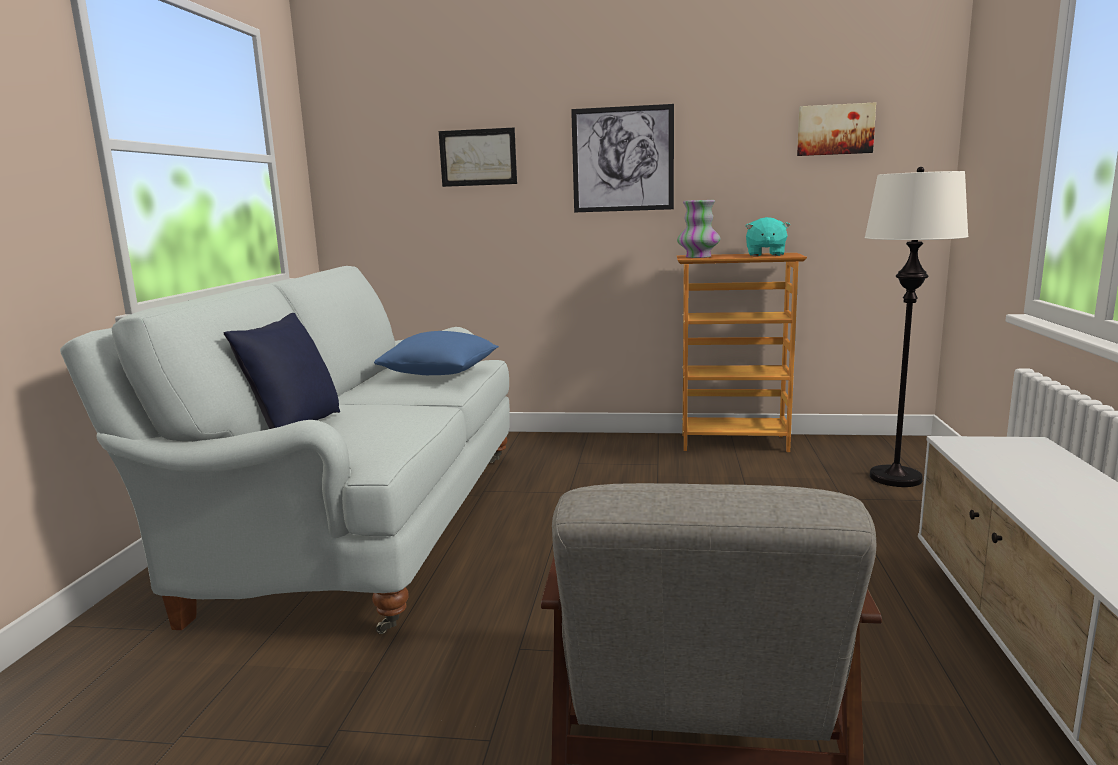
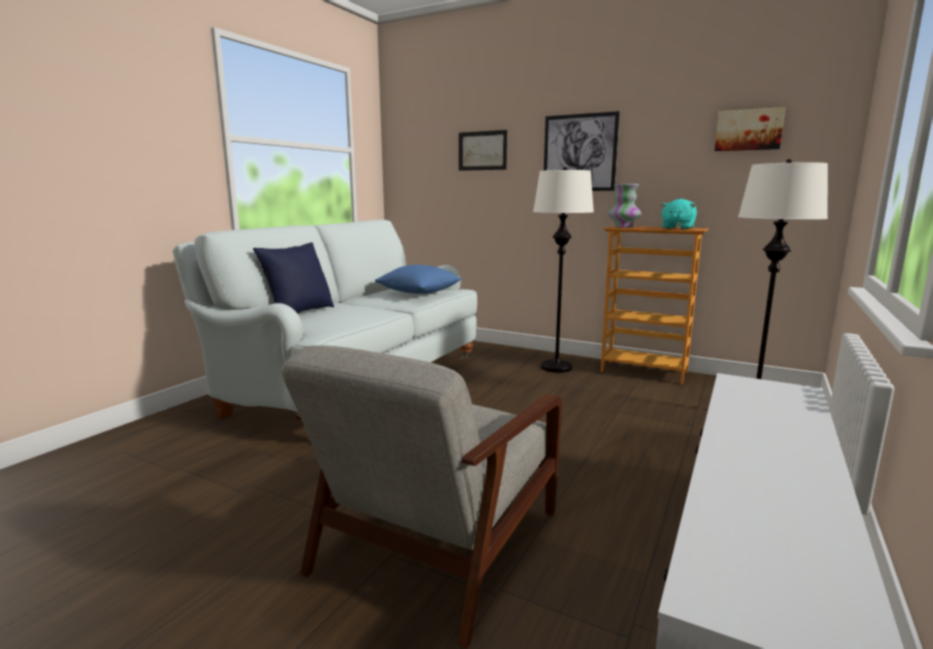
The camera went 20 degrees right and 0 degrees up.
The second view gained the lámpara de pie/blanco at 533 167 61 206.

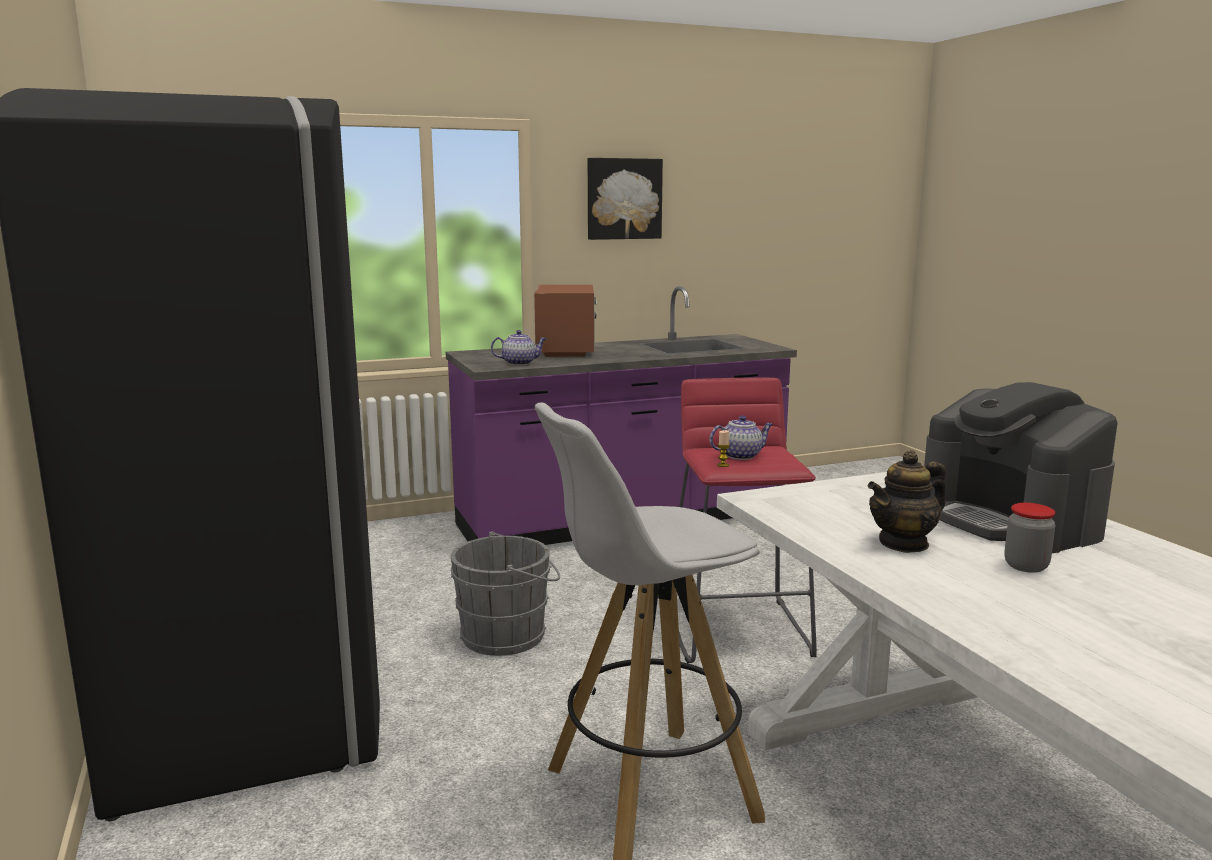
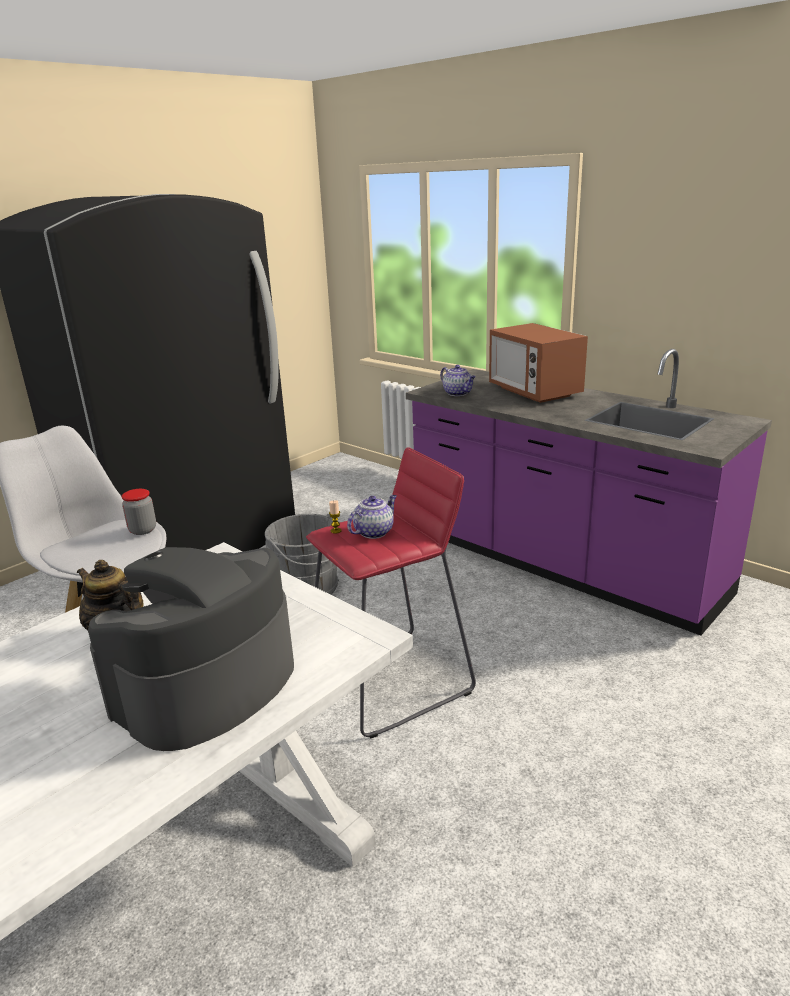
The camera went 65 degrees right and 10 degrees up.
The second view lost the cuadro at 588 158 75 82.
The microondas at 534 285 63 72 ended up facing another way, 90 degrees clockwise from before.
The tetera at 709 415 64 45 ended up facing another way, 90 degrees counterclockwise from before.
The tarro ended up elsewhere, having gone from 1004 503 52 70 to 121 489 35 46.

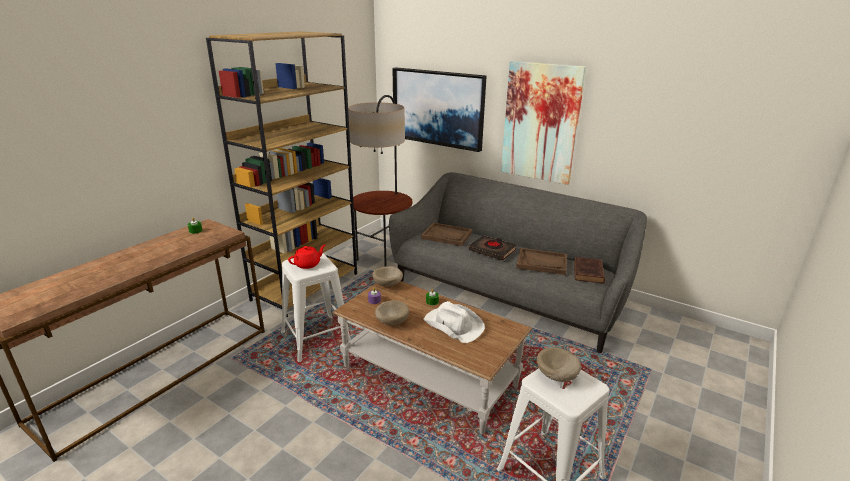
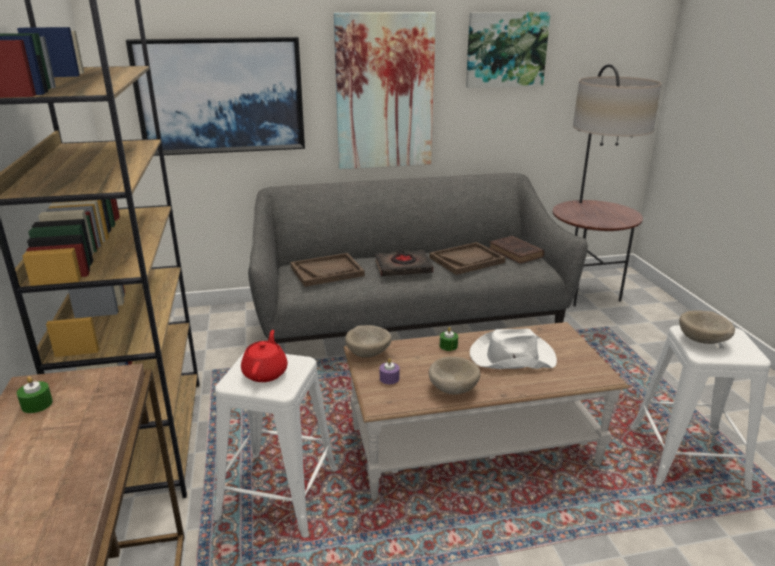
The camera went 45 degrees left and 0 degrees up.
The lámpara de pie ended up elsewhere, having gone from 348 95 65 172 to 553 64 109 242.
The second view gained the cuadro at 466 12 85 76.

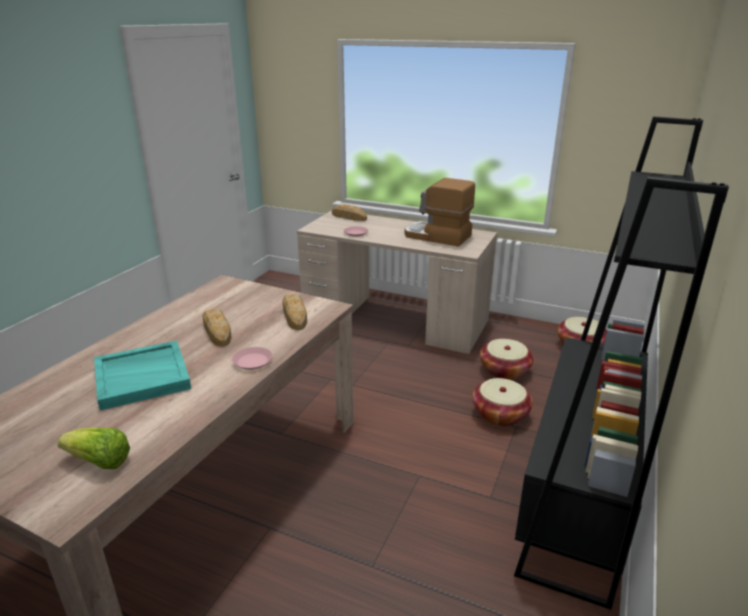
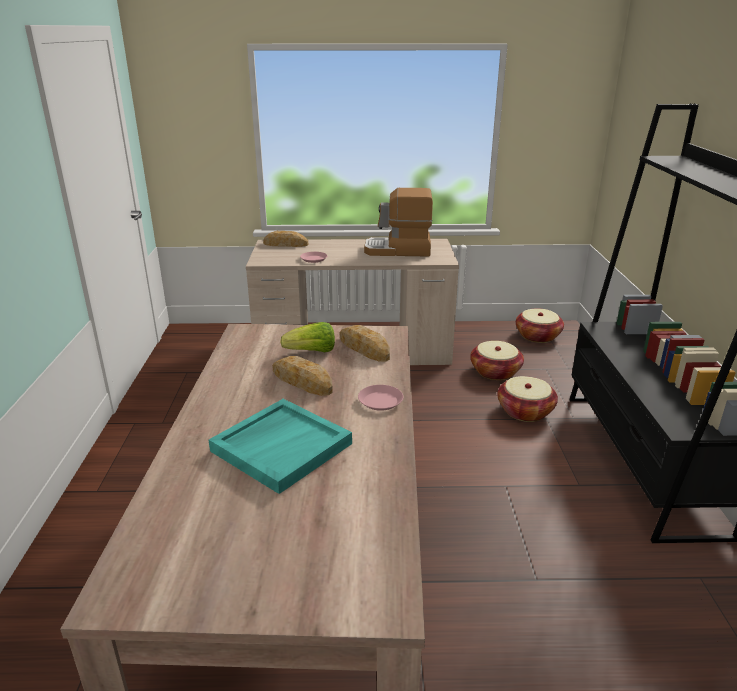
The camera went 25 degrees left and 0 degrees up.
The lechuga ended up elsewhere, having gone from 57 428 73 41 to 280 322 55 30.

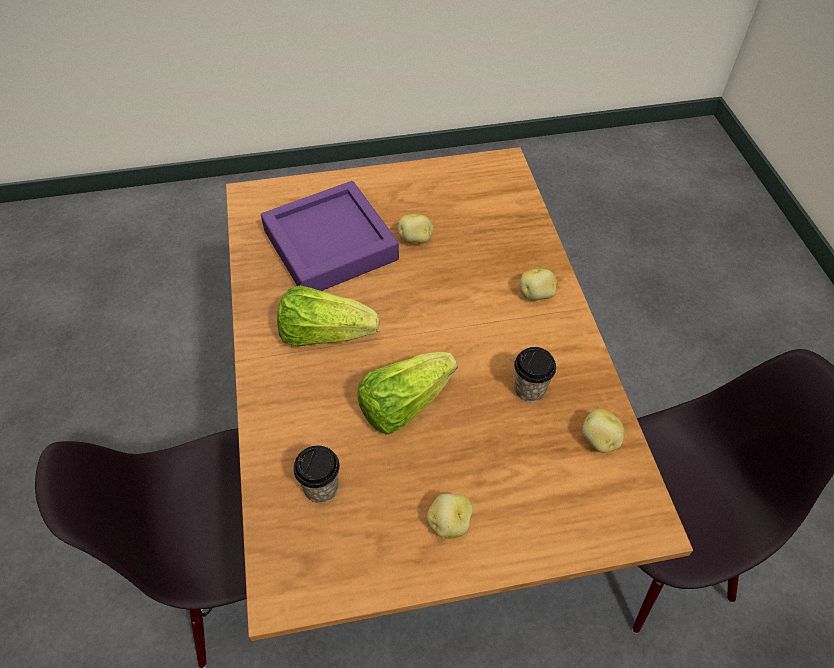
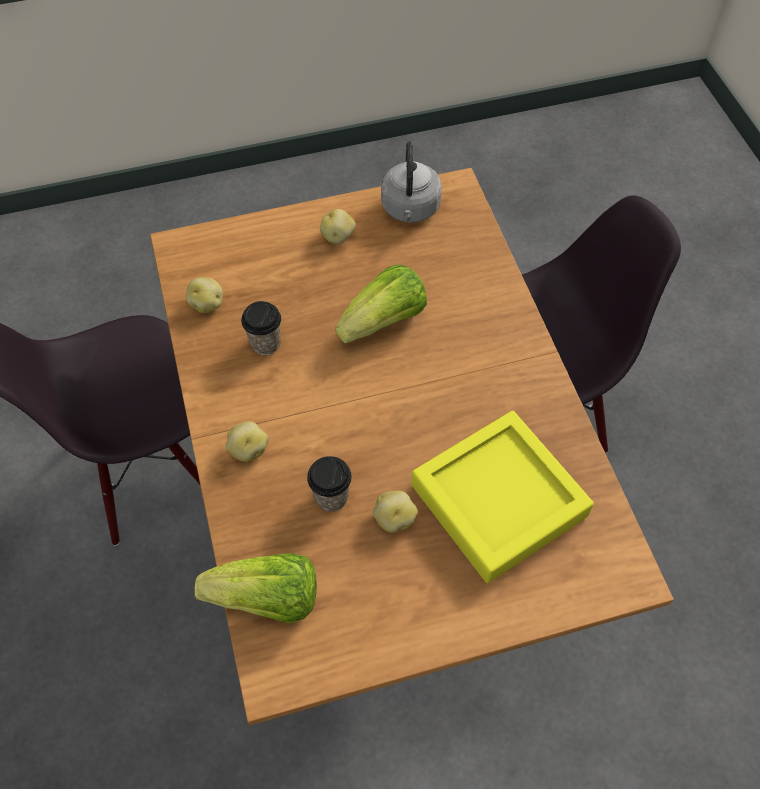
The camera went 175 degrees right and 5 degrees up.
What was the bandeja/morado at 261 181 138 110 turned into the bandeja/amarillo at 411 411 183 172.
The lechuga ended up elsewhere, having gone from 277 285 103 61 to 195 553 121 70.
The taza ended up elsewhere, having gone from 293 446 47 57 to 307 456 45 56.
The second view gained the hervidor/gris at 381 141 61 82.

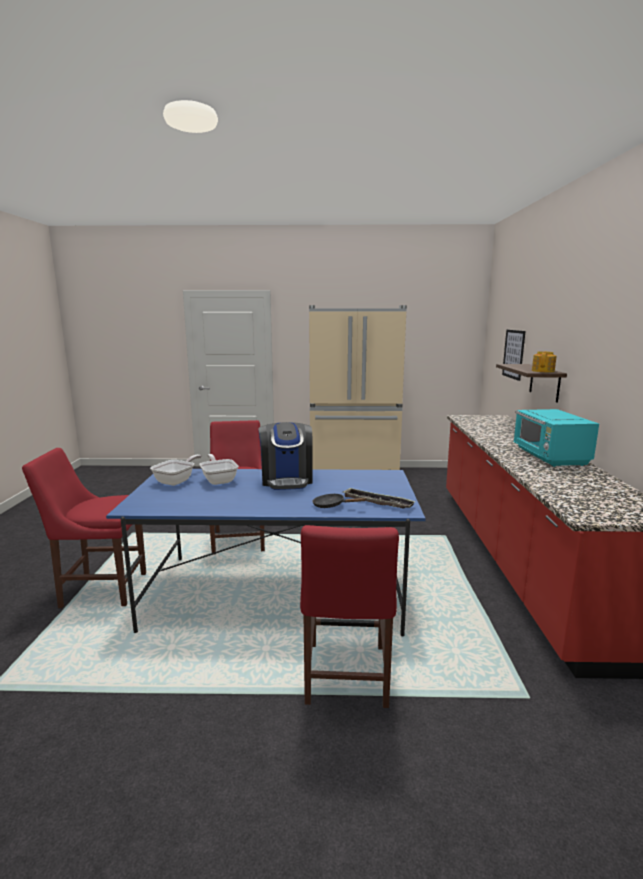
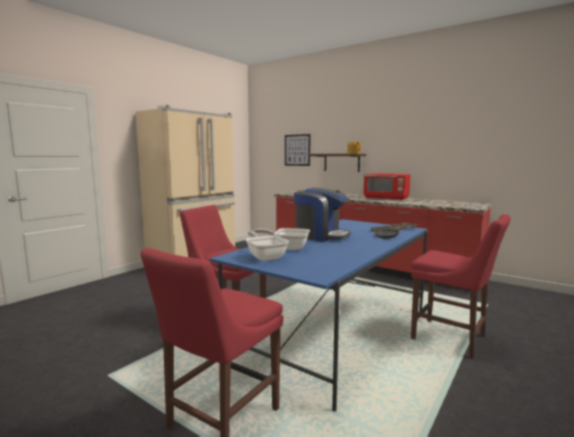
The camera went 55 degrees left and 5 degrees down.
What was the microondas/turquesa at 513 409 86 58 turned into the microondas/rojo at 364 173 47 27.

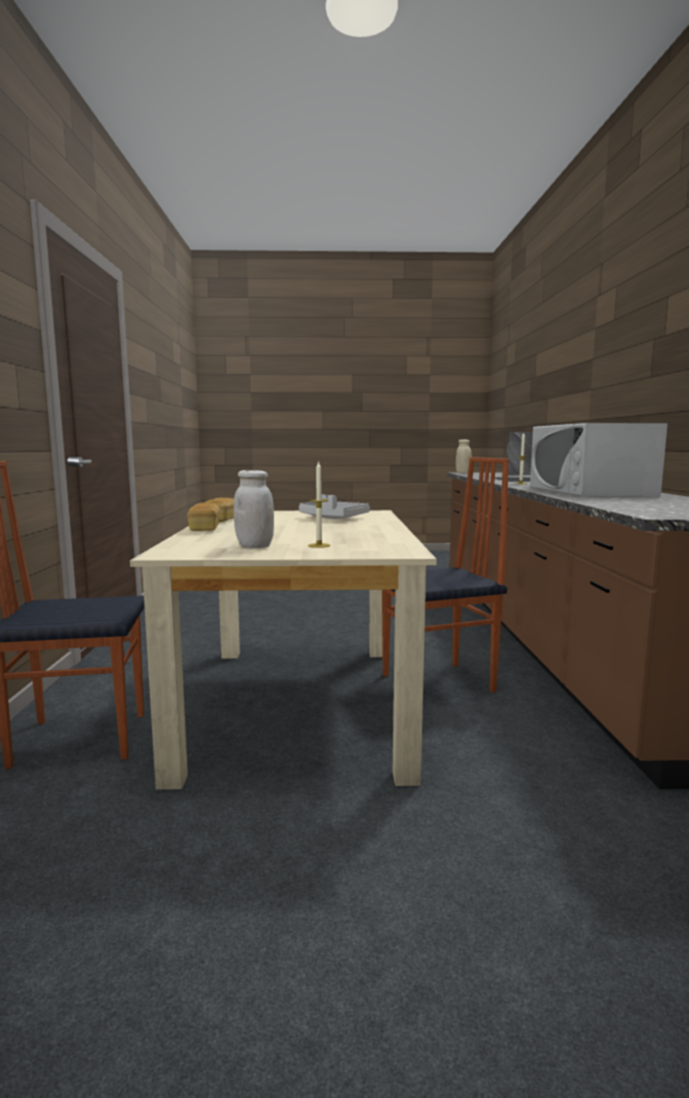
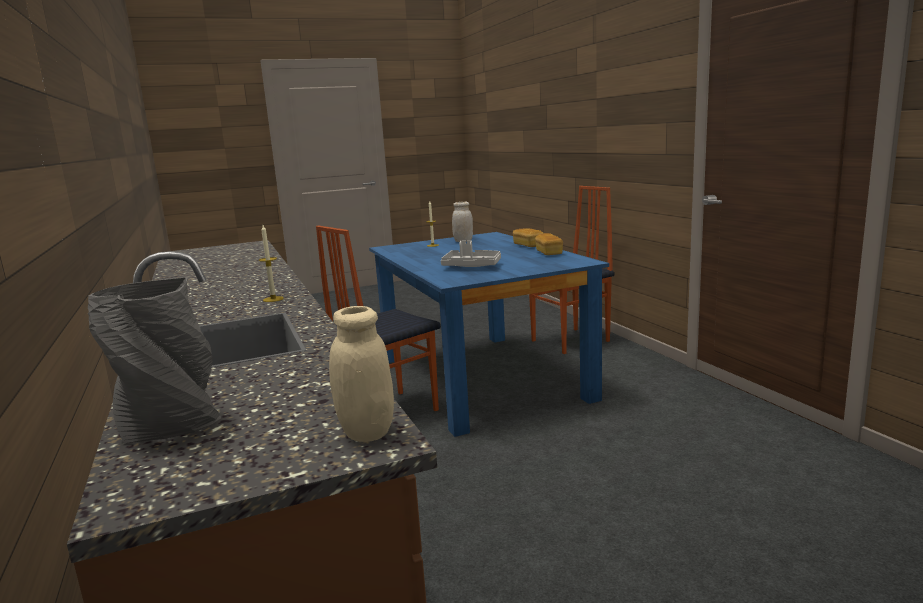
The camera went 160 degrees right and 5 degrees up.
The second view lost the microondas/blanco at 530 423 138 73.
What was the mesa de comedor/beis at 130 510 307 280 turned into the mesa de comedor/azul at 369 232 240 205.

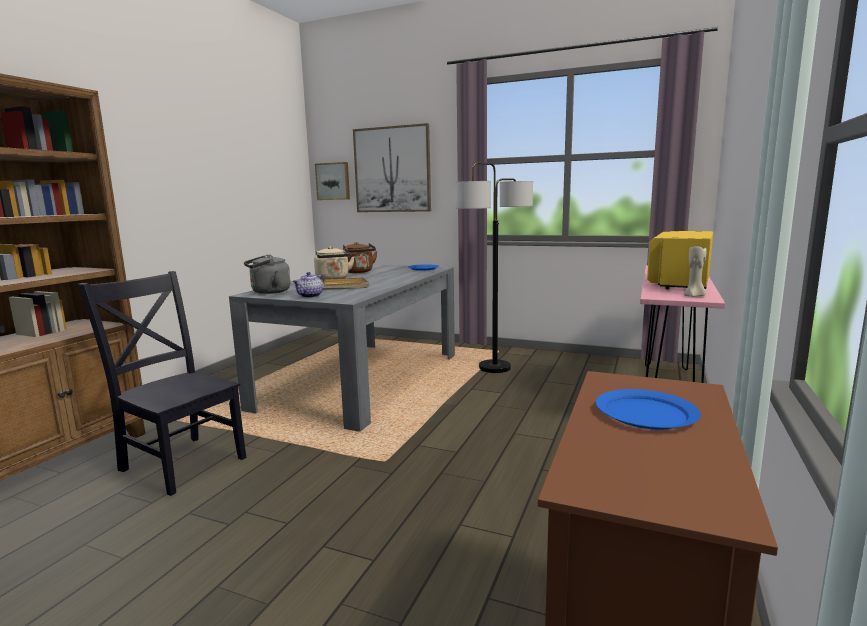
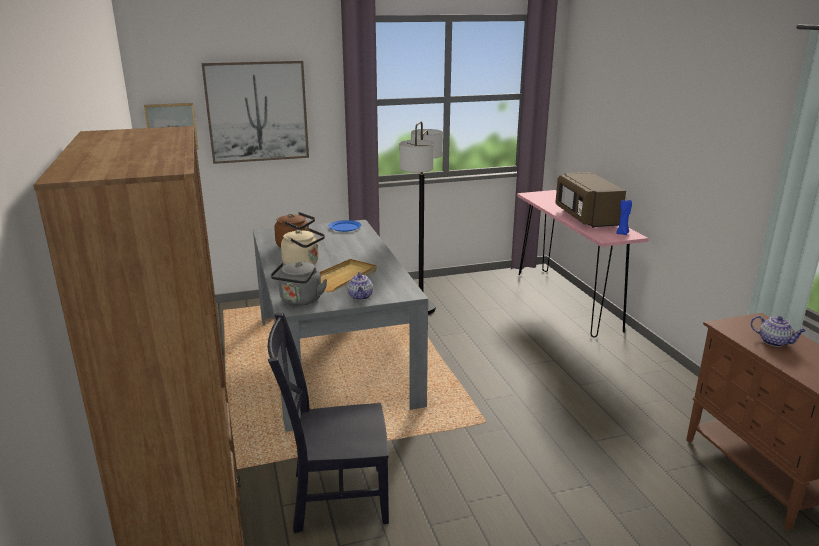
The camera went 40 degrees left and 10 degrees up.
What was the microondas/amarillo at 647 231 66 58 turned into the microondas/marrón at 555 172 71 56.
What was the vela/beis at 684 246 23 51 turned into the vela/azul at 616 200 16 35.
Where the plato/azul stood at 596 389 104 40, the tetera came to stand at 751 316 55 31.

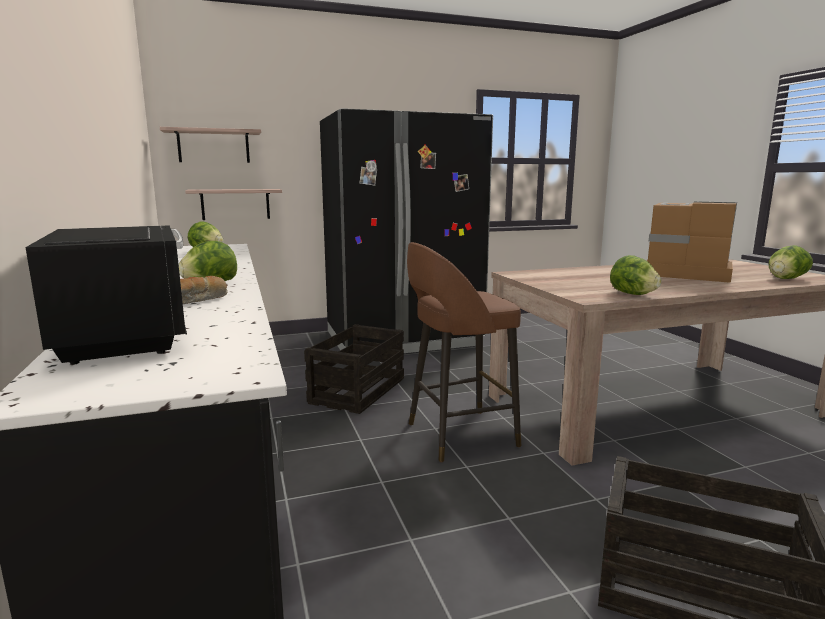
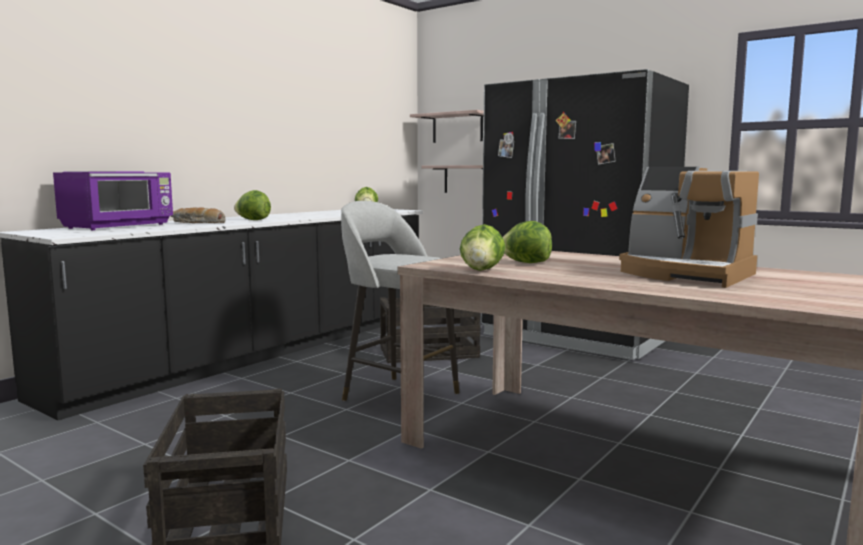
The camera went 55 degrees right and 5 degrees down.
The cafetera at 647 201 90 82 ended up facing another way, 135 degrees clockwise from before.
What was the microondas/negro at 25 225 162 140 turned into the microondas/morado at 53 171 120 59.
What was the taburete/marrón at 407 242 115 220 turned into the taburete/gris at 341 201 119 200.
The lechuga ended up elsewhere, having gone from 768 245 45 34 to 503 221 49 42.

